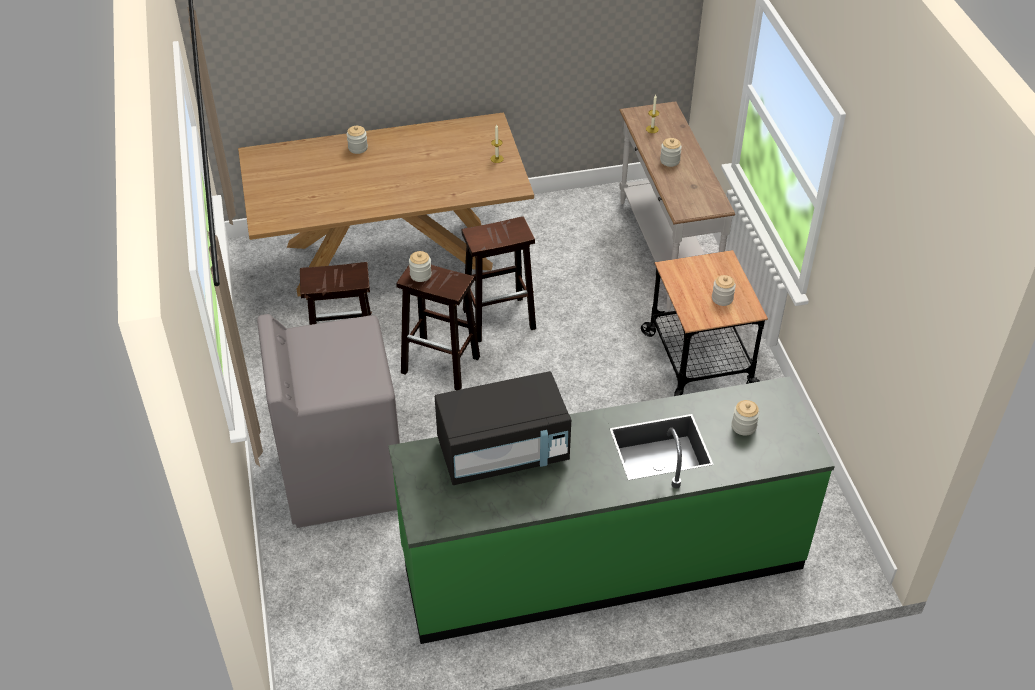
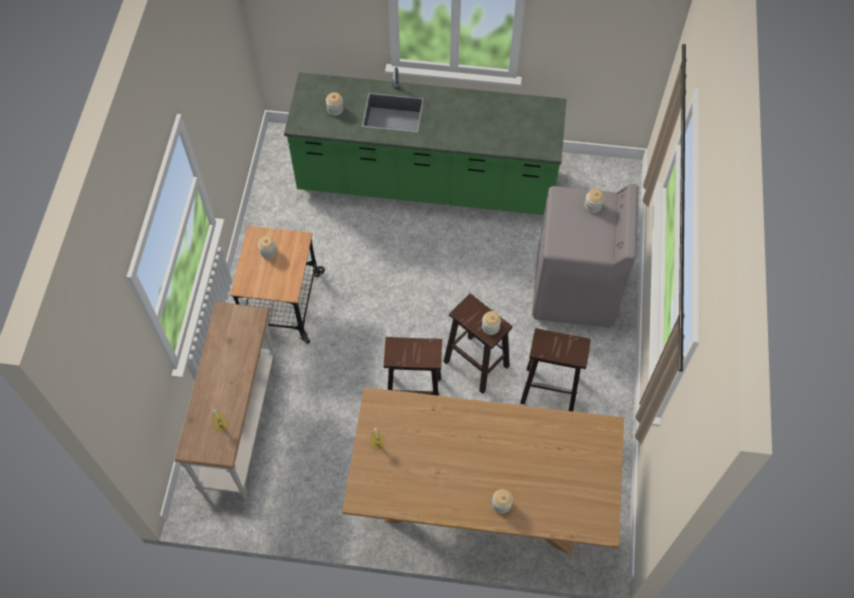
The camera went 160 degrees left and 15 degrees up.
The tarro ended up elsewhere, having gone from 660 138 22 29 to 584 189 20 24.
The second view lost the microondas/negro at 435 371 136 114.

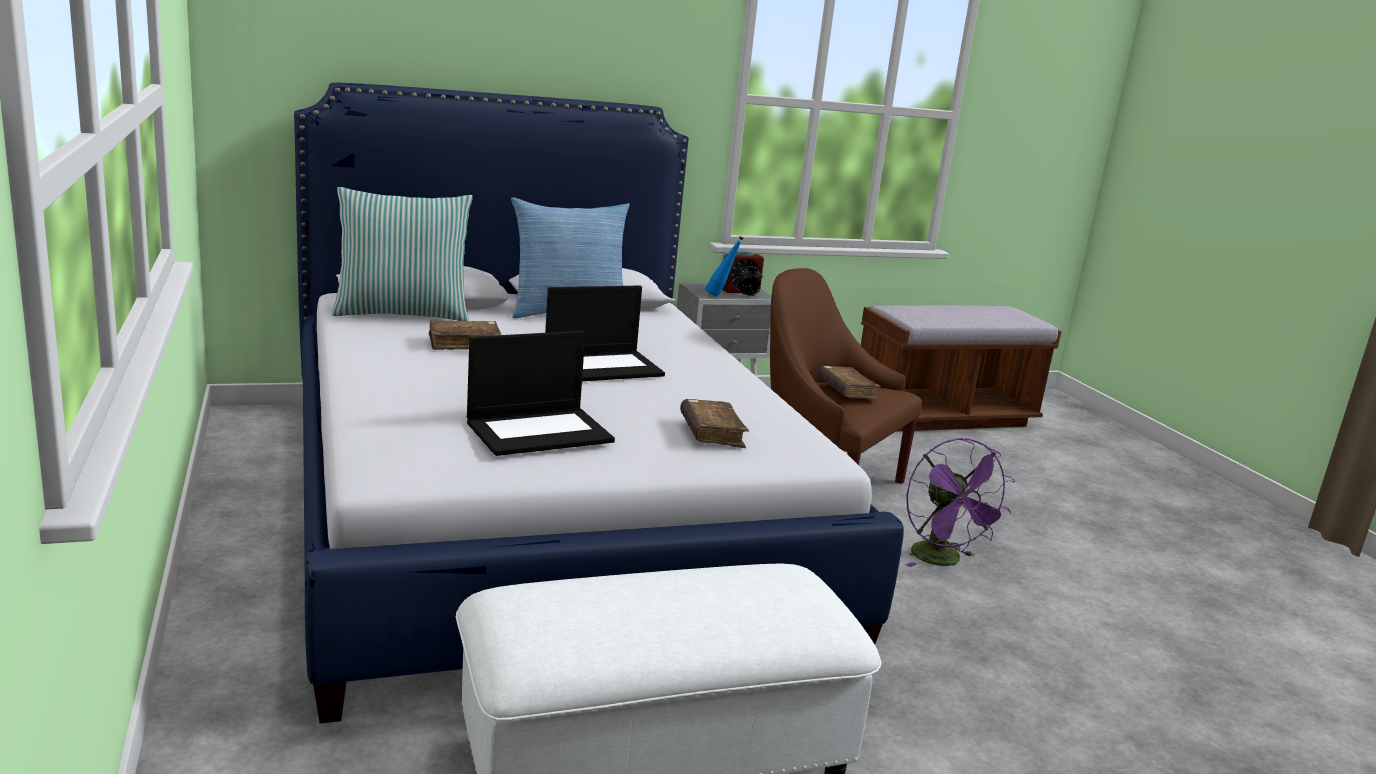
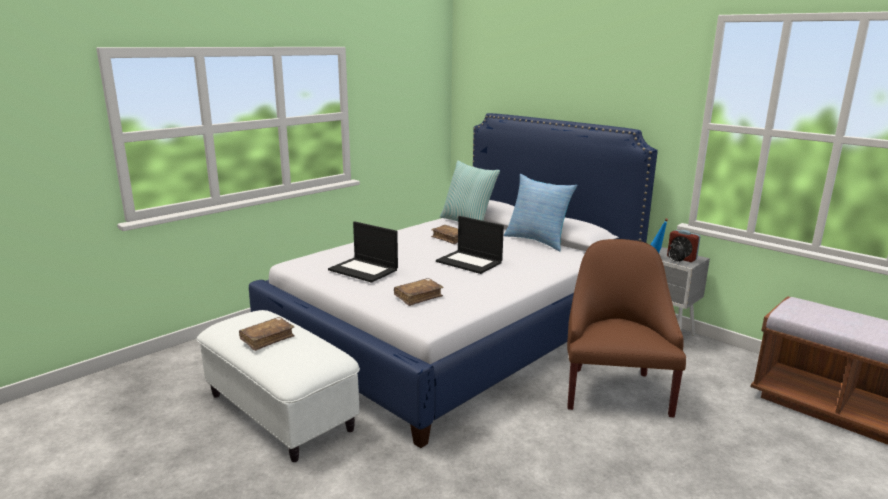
The camera went 65 degrees right and 0 degrees up.
The libro/marrón ended up elsewhere, having gone from 818 366 63 34 to 239 317 56 34.
The second view lost the ventilador/morado at 905 437 110 130.

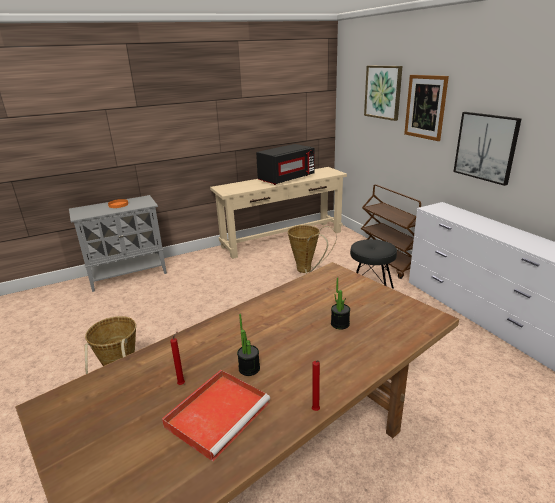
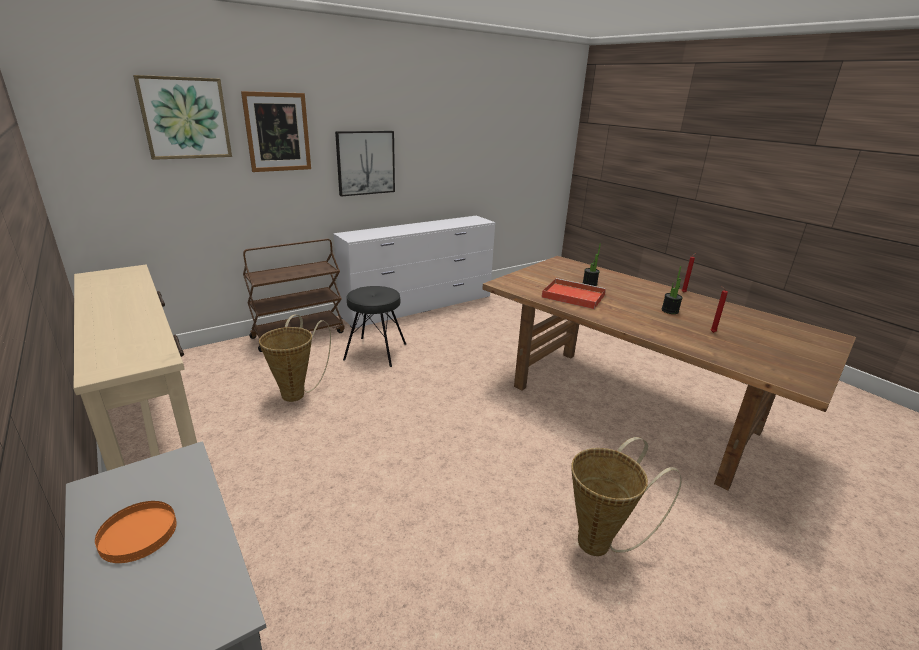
The camera went 100 degrees left and 0 degrees up.
The second view lost the microondas/negro at 256 144 59 41.
The bandeja/rojo ended up elsewhere, having gone from 162 370 108 92 to 542 278 64 31.

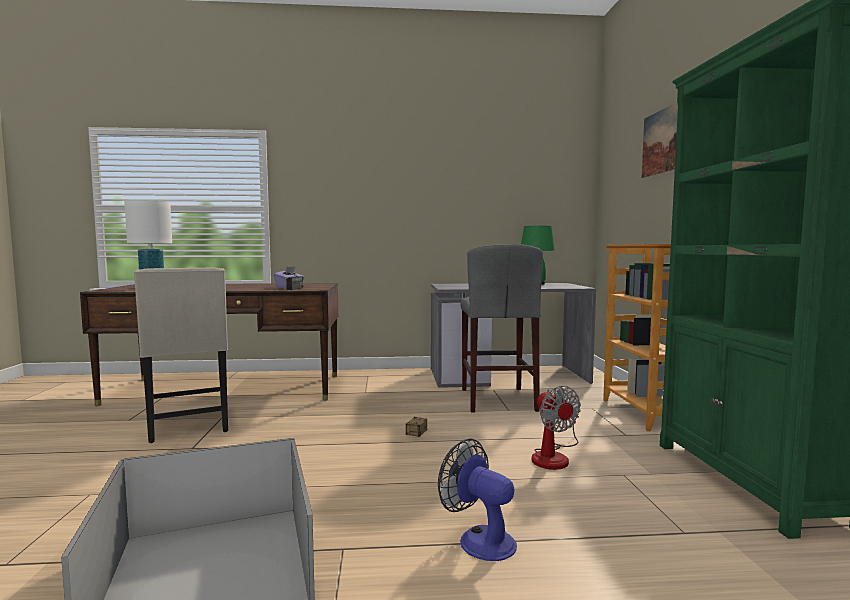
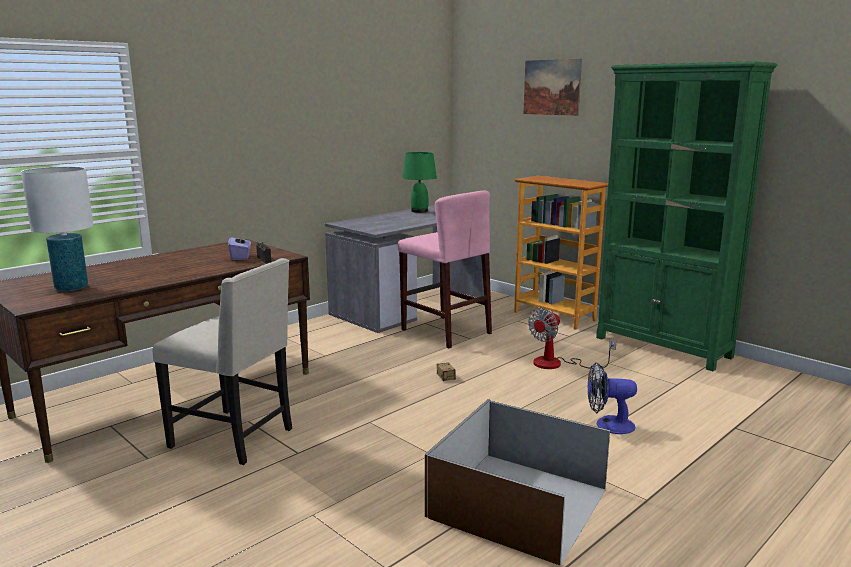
The camera went 40 degrees left and 10 degrees up.
What was the taburete/gris at 460 244 83 169 turned into the taburete/rosa at 398 191 94 157.
The ventilador at 532 386 49 84 ended up facing another way, 105 degrees clockwise from before.

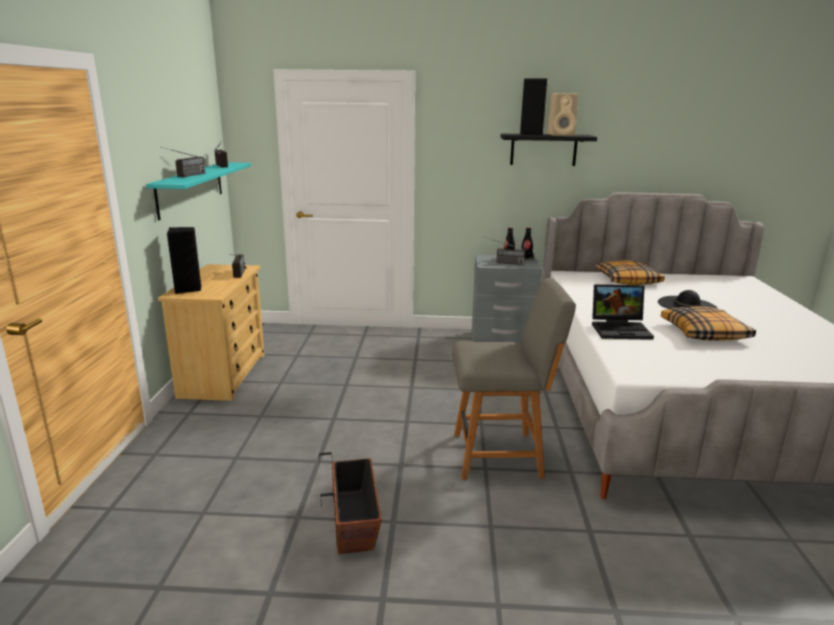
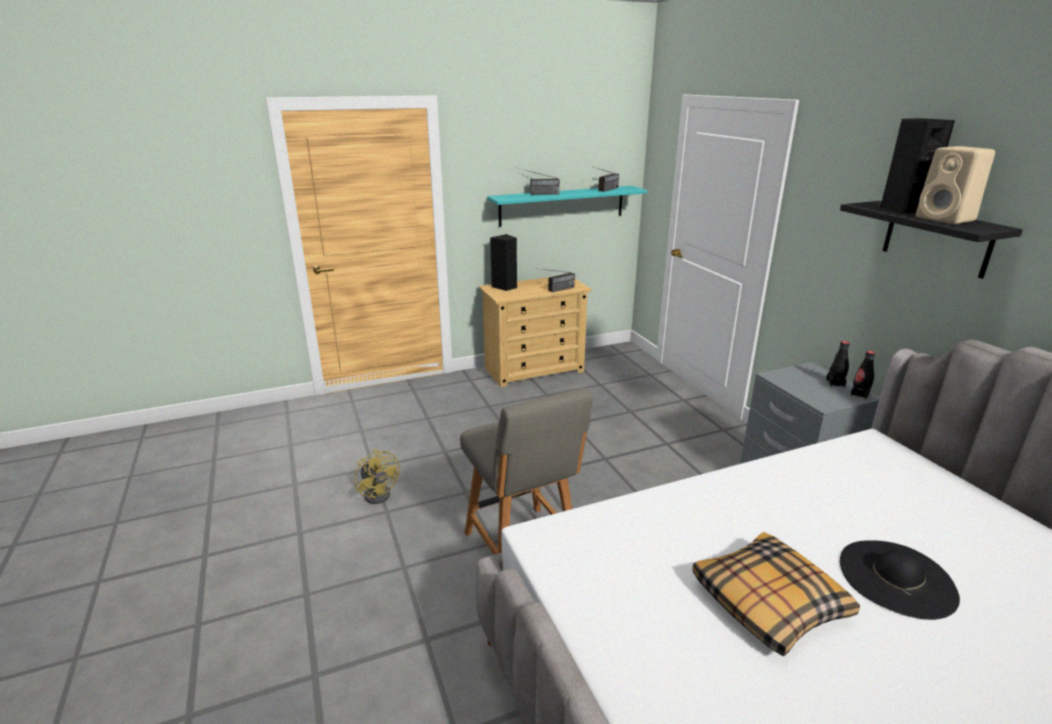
The camera went 65 degrees right and 5 degrees up.
The second view lost the radio at 483 236 42 29.
The second view lost the cojín at 596 260 69 25.
The second view lost the portátil at 592 284 62 56.
Where the maceta stood at 319 452 63 102, the ventilador/amarillo came to stand at 355 449 45 55.

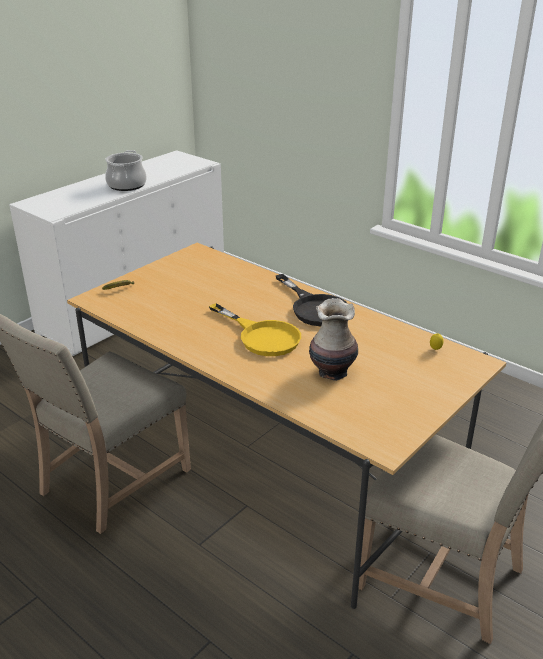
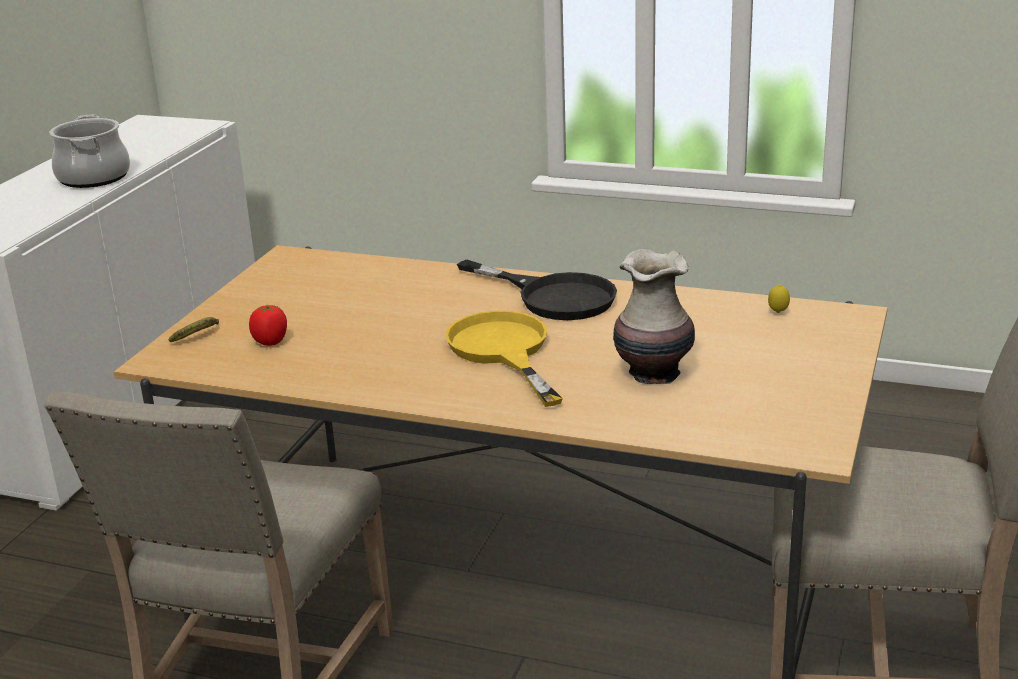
The camera went 20 degrees left and 5 degrees down.
The sartén/amarillo at 209 303 92 53 ended up facing another way, 135 degrees counterclockwise from before.
The second view gained the tomate at 249 305 38 41.

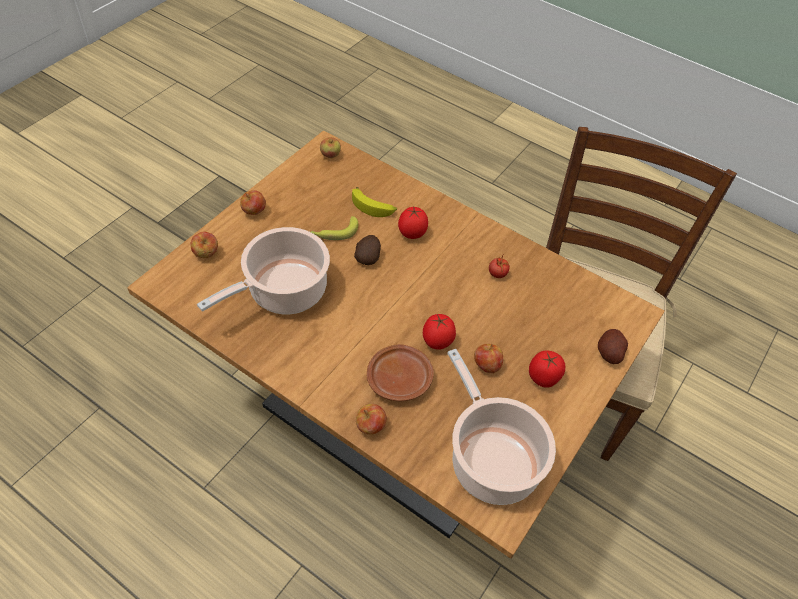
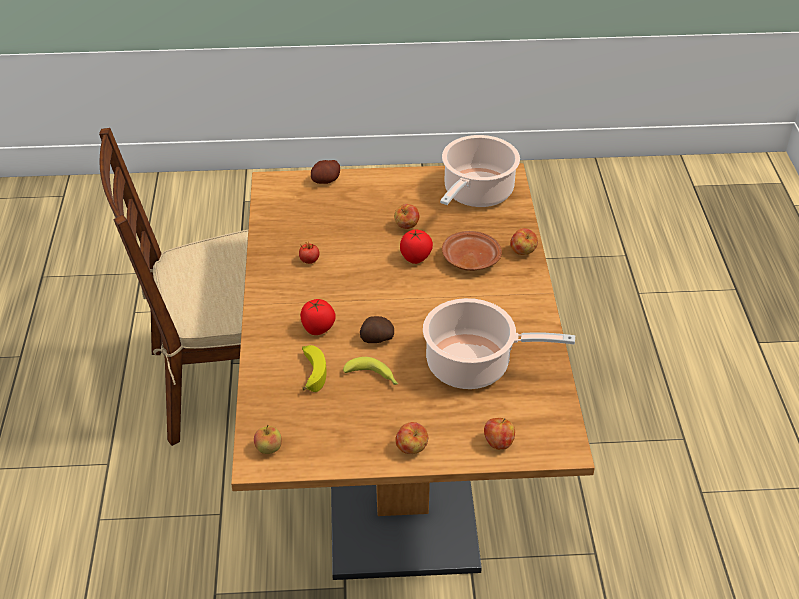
The camera went 125 degrees left and 10 degrees down.
The second view lost the tomate at 529 350 36 38.

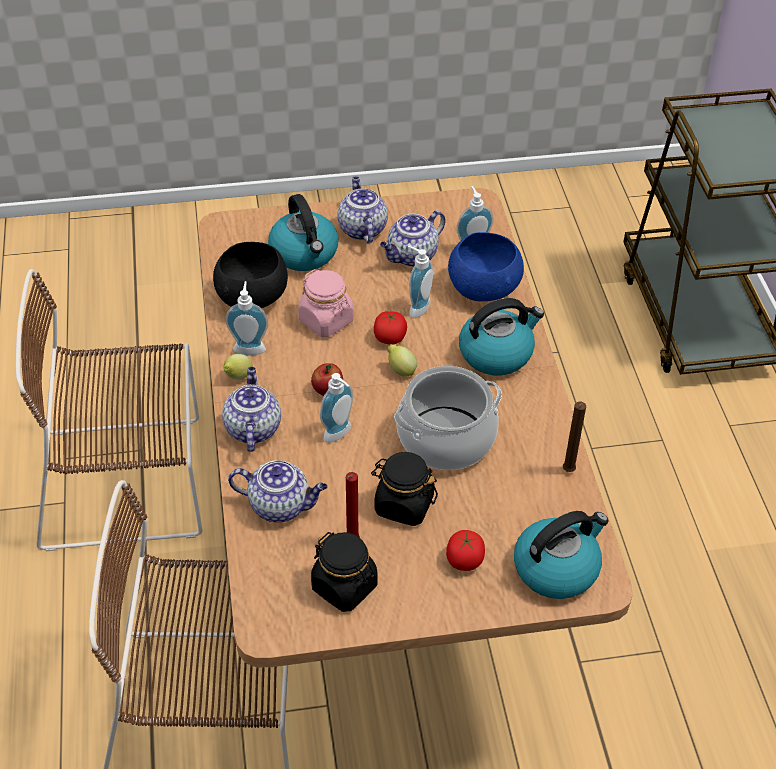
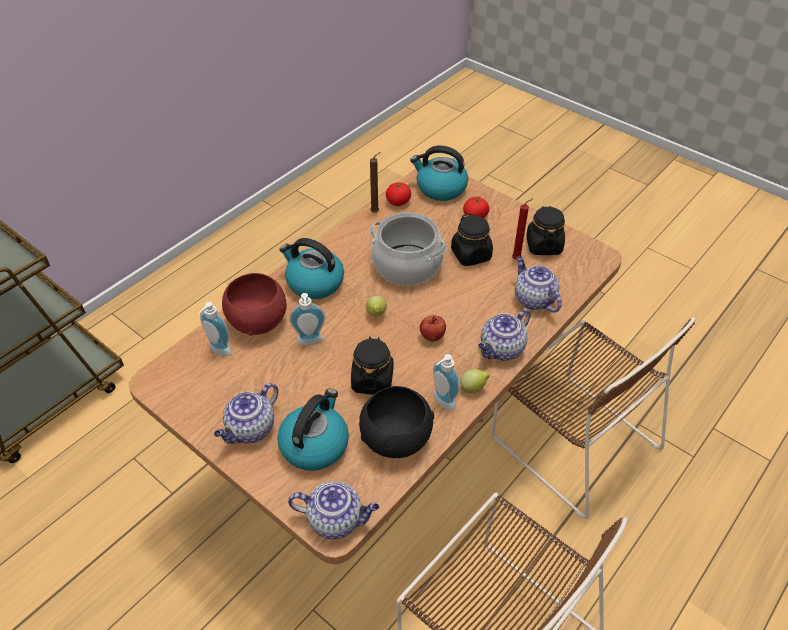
The camera went 130 degrees left and 0 degrees up.
The tetera ended up elsewhere, having gone from 380 210 65 57 to 288 481 91 58.
What was the cuenco/azul at 448 232 76 69 turned into the cuenco/rojo at 222 273 65 63.
What was the tarro/rosa at 298 269 56 68 turned into the tarro/negro at 351 336 42 59.
The tomate ended up elsewhere, having gone from 374 311 33 34 to 386 182 25 24.
The second view lost the dispensador de jabón at 320 373 33 70.

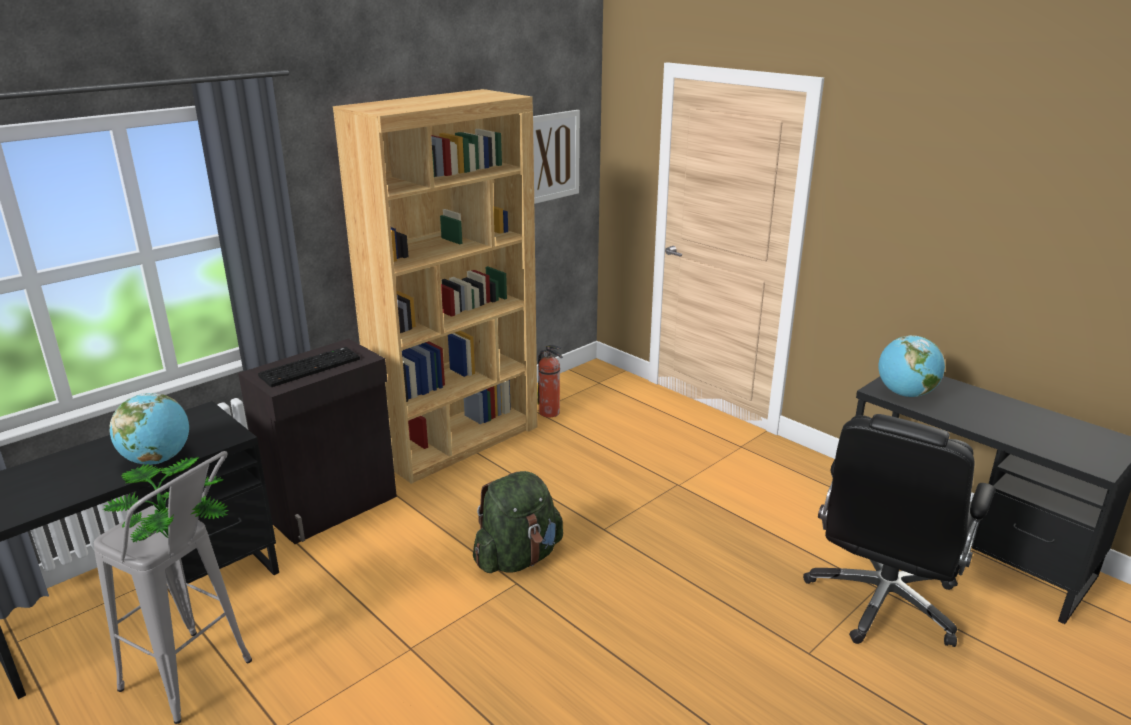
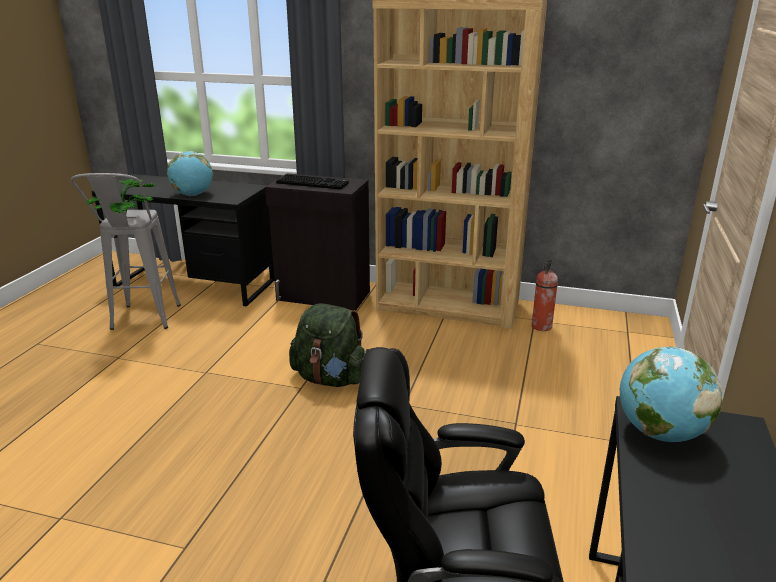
The camera went 60 degrees right and 0 degrees up.
The second view lost the cuadro at 533 110 47 94.

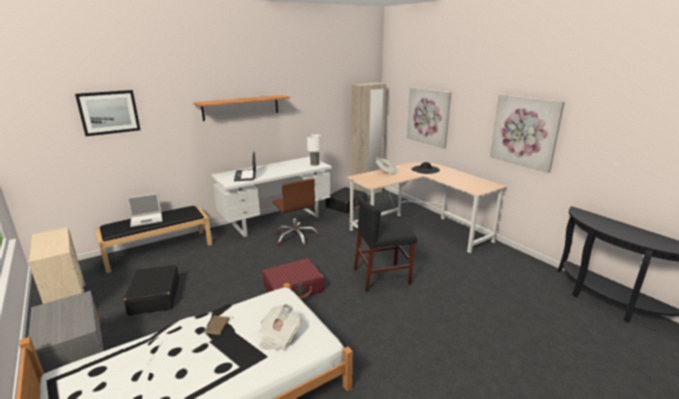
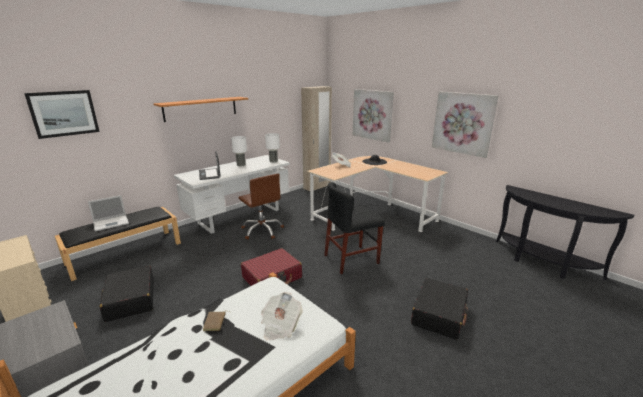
The camera went 10 degrees left and 0 degrees up.
The maleta/negro ended up elsewhere, having gone from 325 187 41 26 to 411 278 57 62.
The second view gained the lámpara de mesa at 231 136 16 31.

